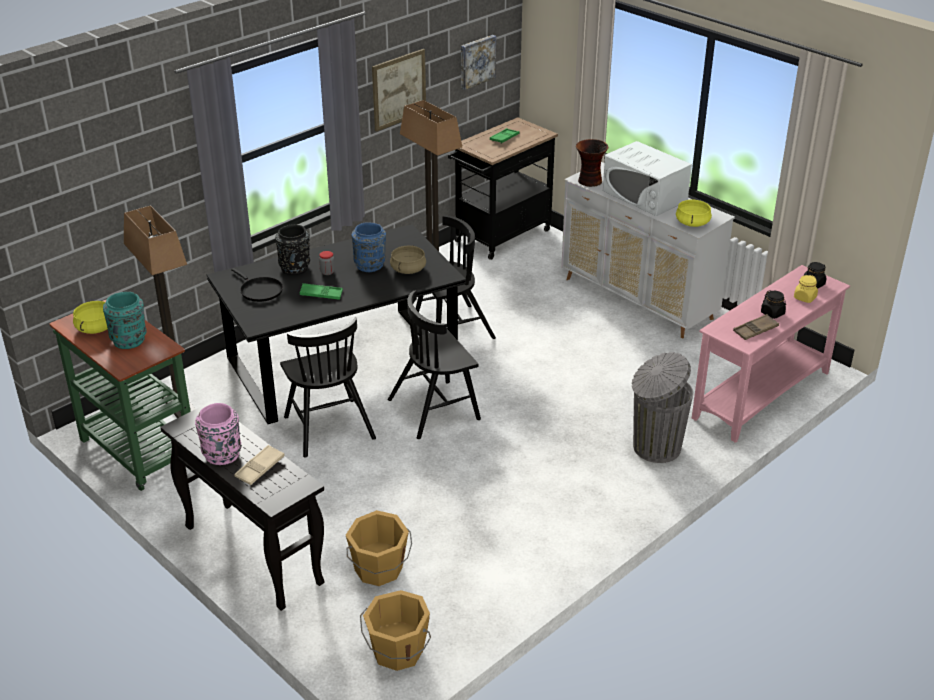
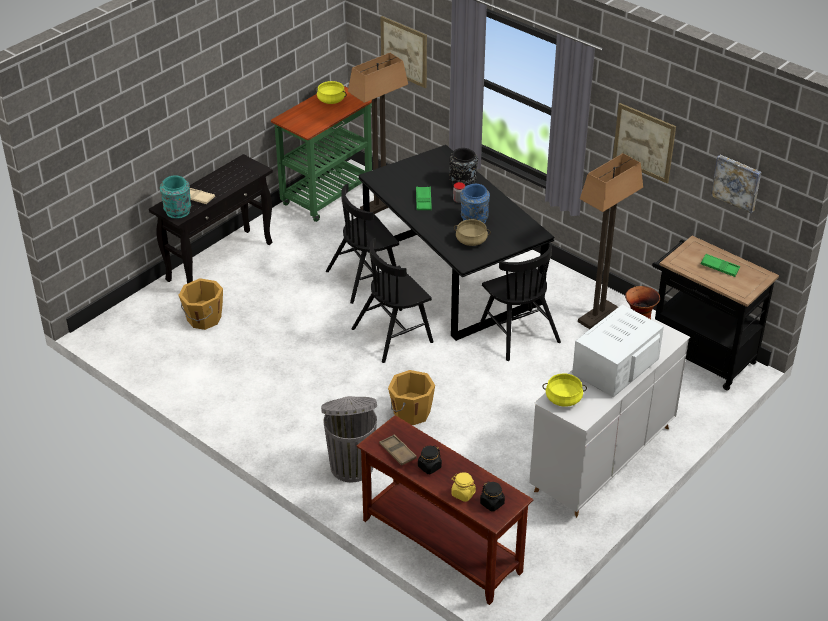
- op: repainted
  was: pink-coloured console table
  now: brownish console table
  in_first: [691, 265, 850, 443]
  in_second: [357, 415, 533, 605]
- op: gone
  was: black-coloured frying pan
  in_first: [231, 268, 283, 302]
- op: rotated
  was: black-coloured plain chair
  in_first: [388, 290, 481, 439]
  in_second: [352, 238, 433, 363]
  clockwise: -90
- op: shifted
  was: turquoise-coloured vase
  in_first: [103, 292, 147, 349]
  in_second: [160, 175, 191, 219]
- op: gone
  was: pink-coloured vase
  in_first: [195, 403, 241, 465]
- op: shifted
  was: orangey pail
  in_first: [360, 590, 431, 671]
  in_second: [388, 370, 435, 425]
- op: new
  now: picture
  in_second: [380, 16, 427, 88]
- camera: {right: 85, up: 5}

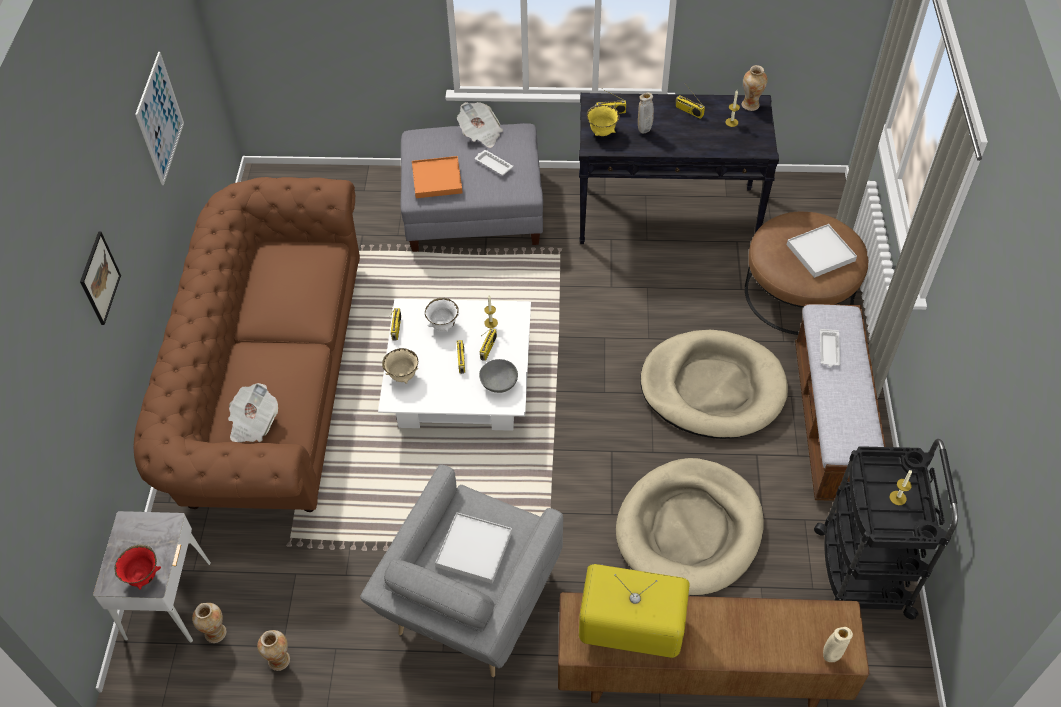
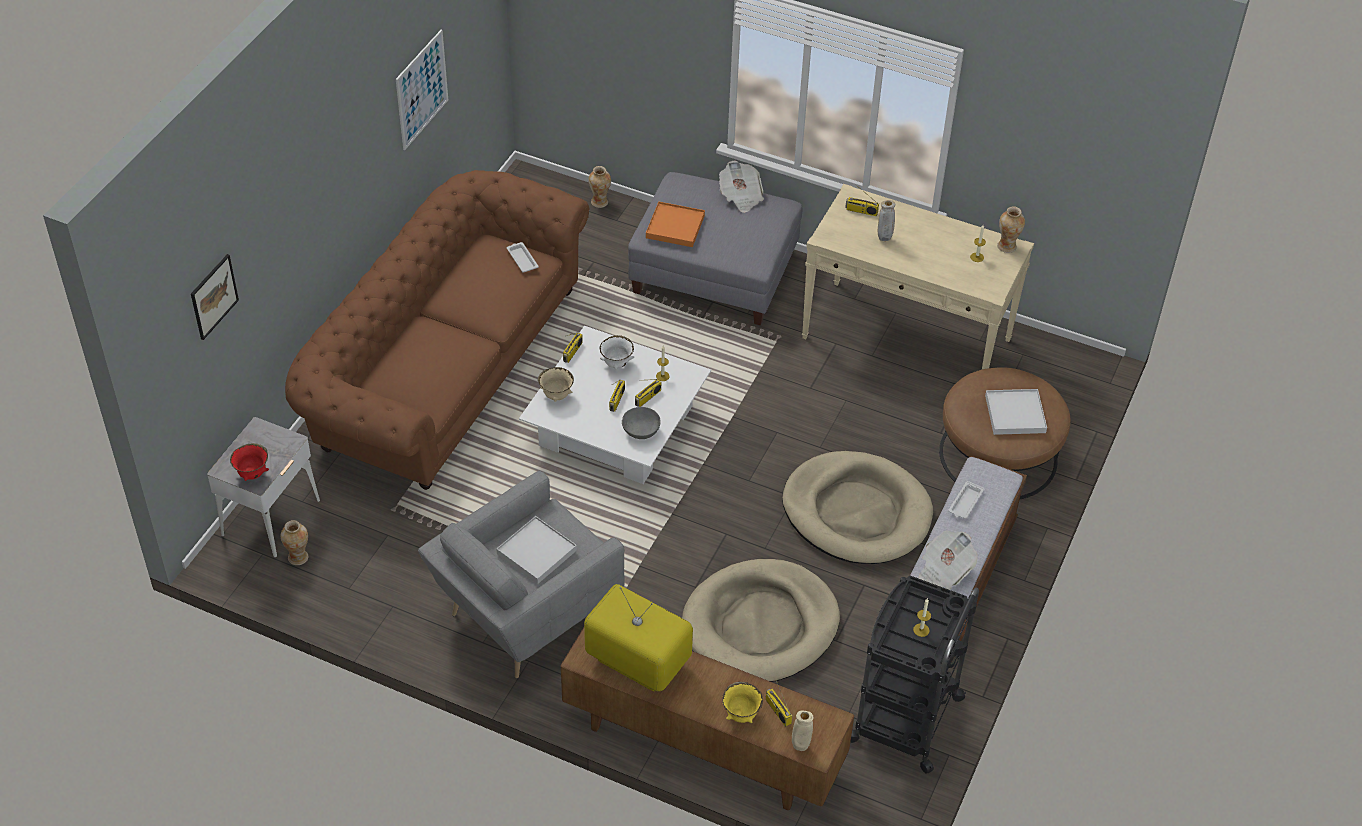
- op: shifted
  was: radio receiver
  in_first: [675, 86, 705, 119]
  in_second: [766, 681, 792, 727]
- op: repainted
  was: black-coloured console table
  now: beige-coloured console table
  in_first: [579, 93, 779, 244]
  in_second: [802, 184, 1034, 369]
- op: shifted
  was: yellow-coloured deep dish
  in_first: [587, 105, 620, 136]
  in_second: [722, 682, 763, 723]
- op: shifted
  was: whitish tray
  in_first: [475, 150, 513, 175]
  in_second: [507, 242, 539, 273]
- op: shifted
  was: picture
  in_first: [80, 232, 121, 325]
  in_second: [191, 254, 239, 340]
- op: shifted
  was: printed paper
  in_first: [228, 383, 278, 442]
  in_second: [919, 530, 978, 590]
- op: shifted
  was: vase
  in_first: [257, 630, 290, 671]
  in_second: [588, 166, 611, 208]
- camera: {right: 20, up: -5}

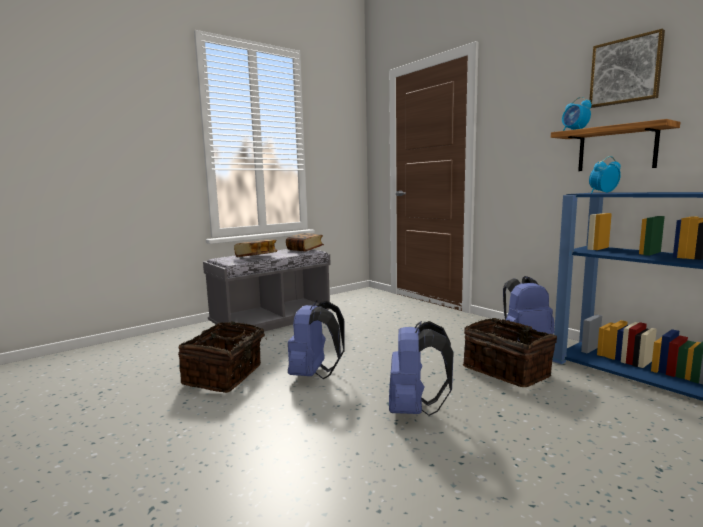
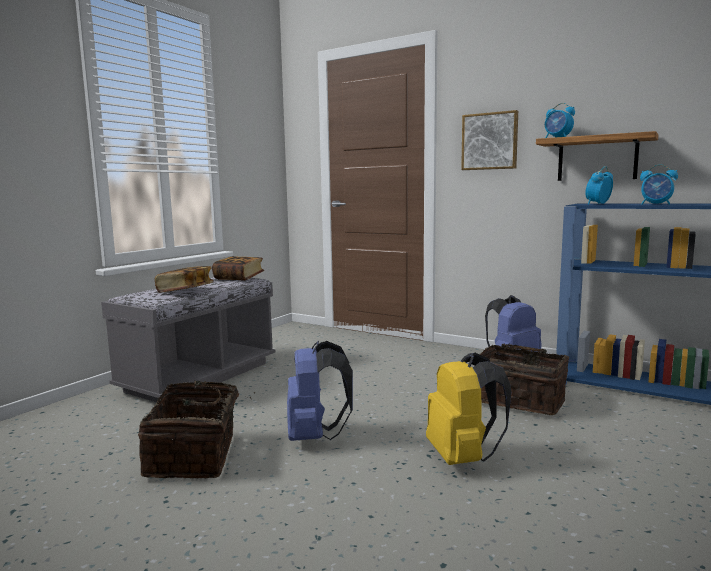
- op: shifted
  was: picture
  in_first: [589, 29, 665, 108]
  in_second: [461, 110, 518, 170]
- op: repainted
  was: bluish knapsack
  now: yellow-coloured knapsack
  in_first: [389, 321, 454, 416]
  in_second: [426, 353, 512, 465]
- op: new
  now: table clock
  in_second: [640, 164, 678, 205]
- camera: {right: -20, up: 0}

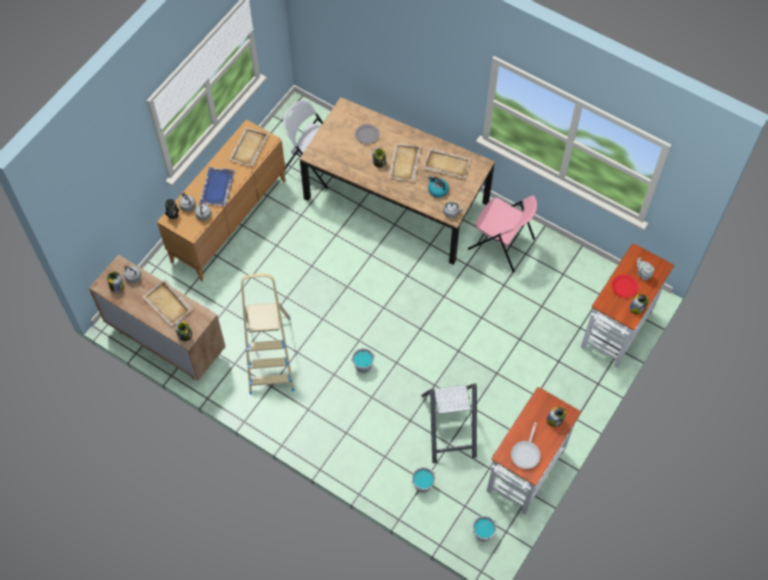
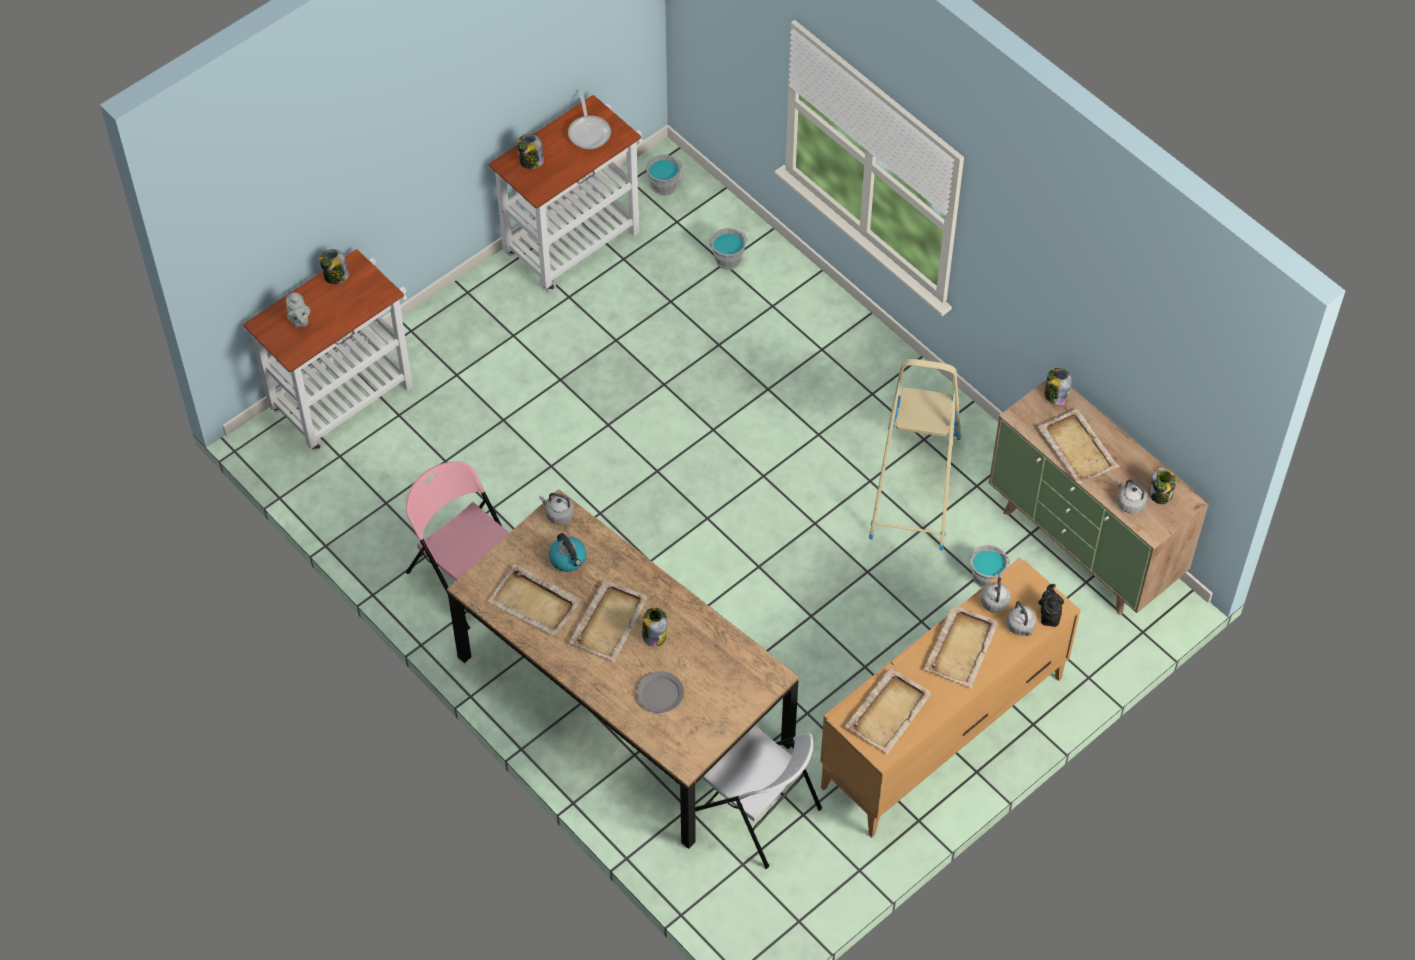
- op: repainted
  was: bluish tray
  now: beige-coloured tray
  in_first: [200, 167, 235, 206]
  in_second: [924, 605, 999, 688]
- op: gone
  was: red-coloured dinner plate
  in_first: [612, 274, 639, 298]
- op: shifted
  was: greyish pail
  in_first: [352, 348, 375, 373]
  in_second: [969, 545, 1010, 588]
- op: gone
  was: greyish stepladder
  in_first: [421, 383, 477, 463]
- op: rotated
  was: frying pan
  in_first: [511, 423, 541, 469]
  in_second: [568, 91, 611, 149]
  clockwise: 135
- camera: {right: -165, up: -5}

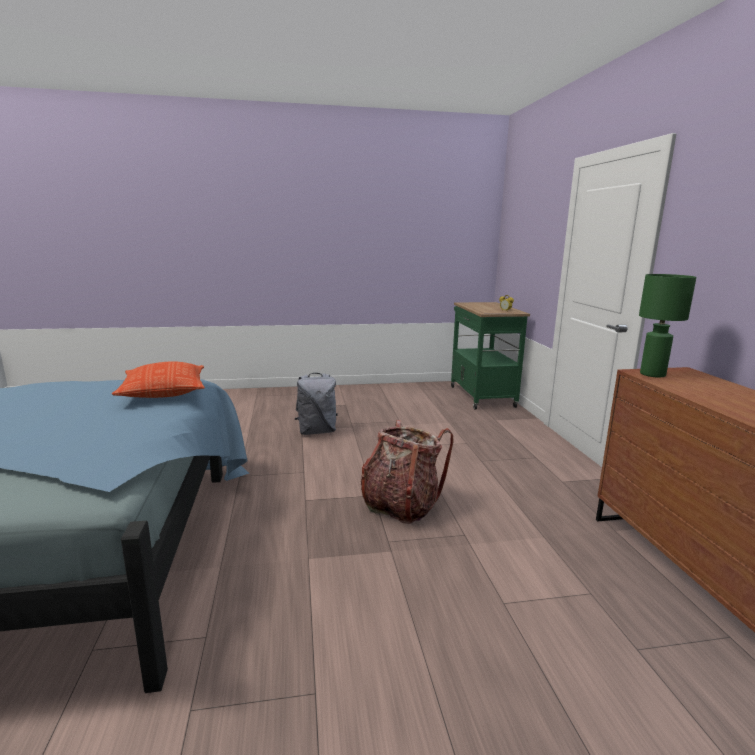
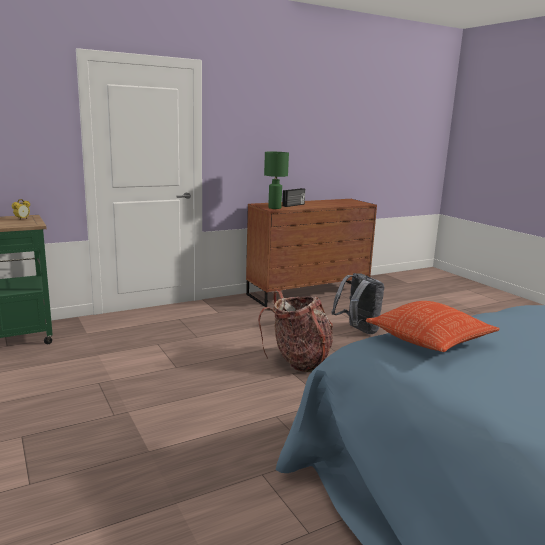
- op: shifted
  was: greyish knapsack
  in_first: [295, 373, 338, 435]
  in_second: [331, 273, 384, 334]
- op: new
  now: radio receiver
  in_second: [282, 188, 305, 207]
- camera: {right: -110, up: 0}

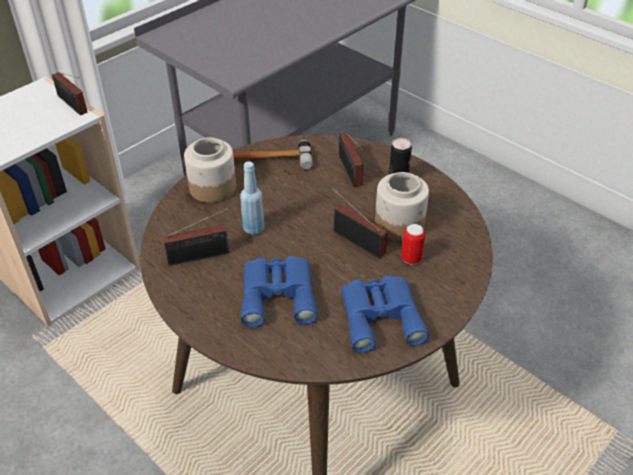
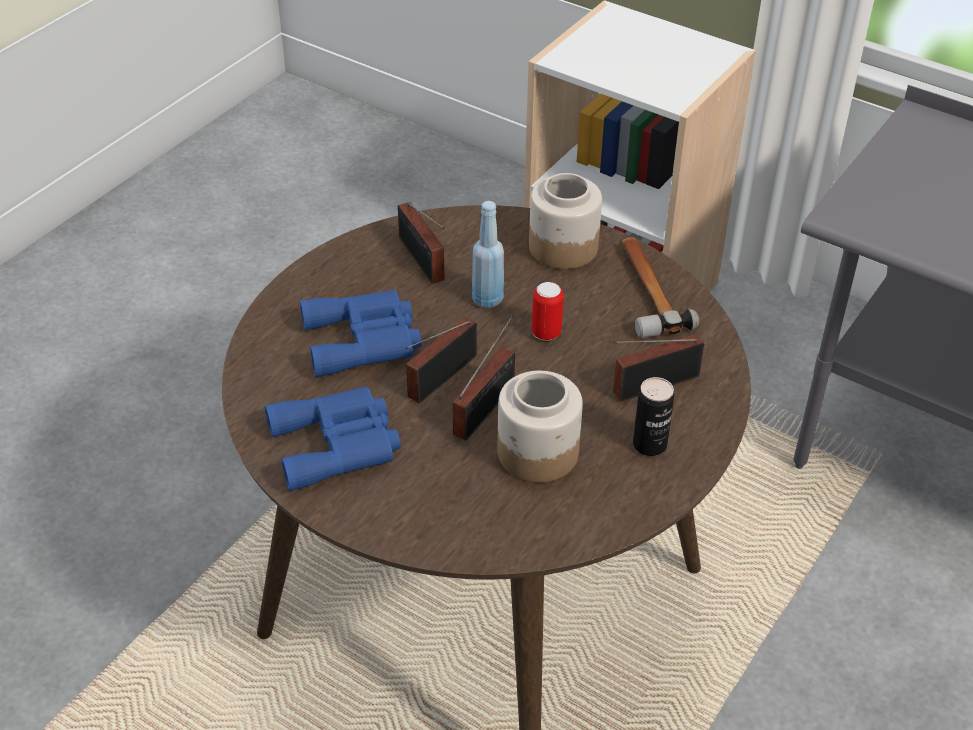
- op: shifted
  was: radio receiver
  in_first: [52, 72, 88, 115]
  in_second: [405, 317, 477, 404]
- op: shifted
  was: metal can
  in_first: [401, 224, 426, 265]
  in_second: [532, 282, 564, 341]
- camera: {right: 80, up: 0}

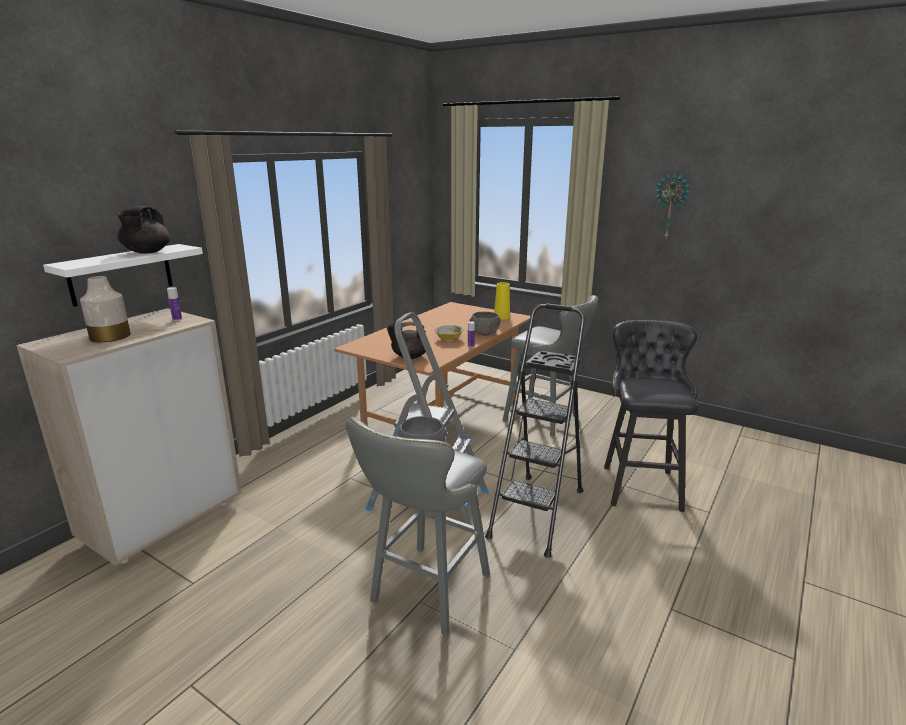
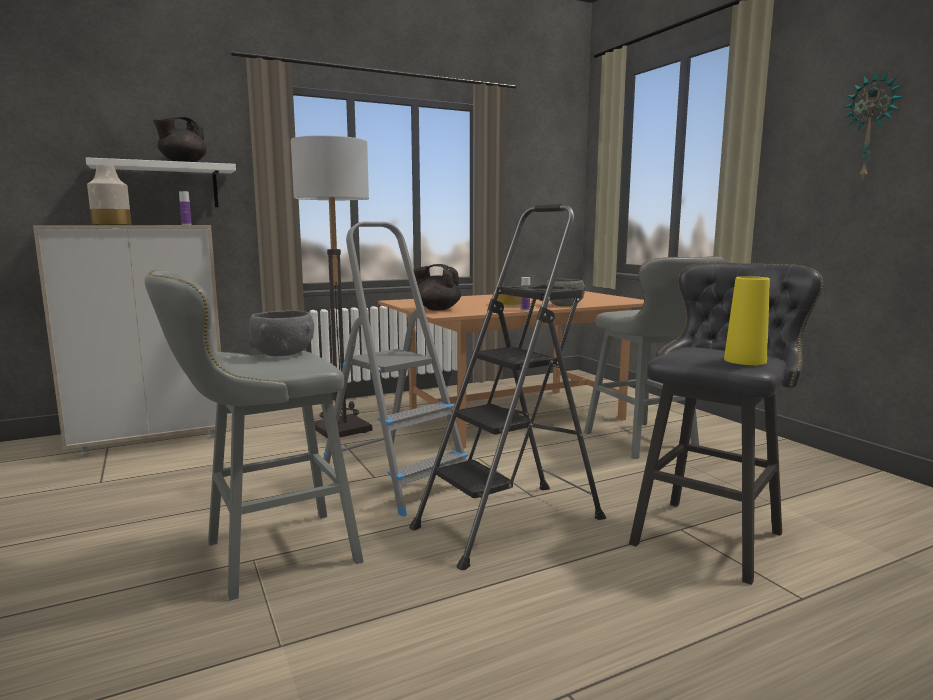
- op: shifted
  was: yellow-coloured vase
  in_first: [494, 282, 510, 320]
  in_second: [724, 276, 770, 365]
- op: new
  now: floor lamp
  in_second: [291, 135, 372, 439]
- camera: {right: 30, up: -10}

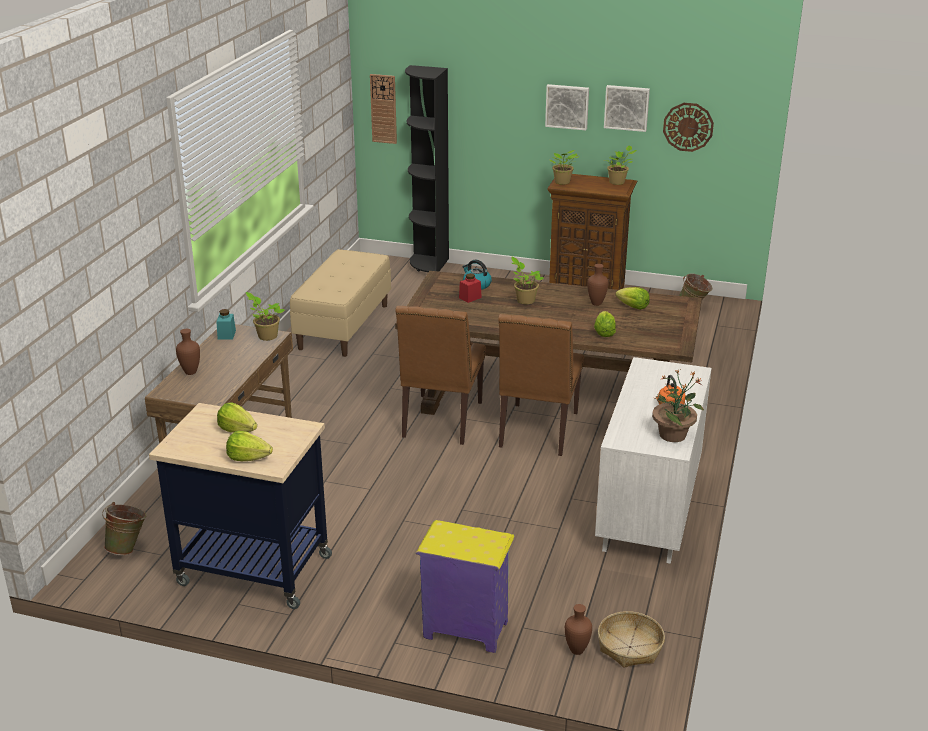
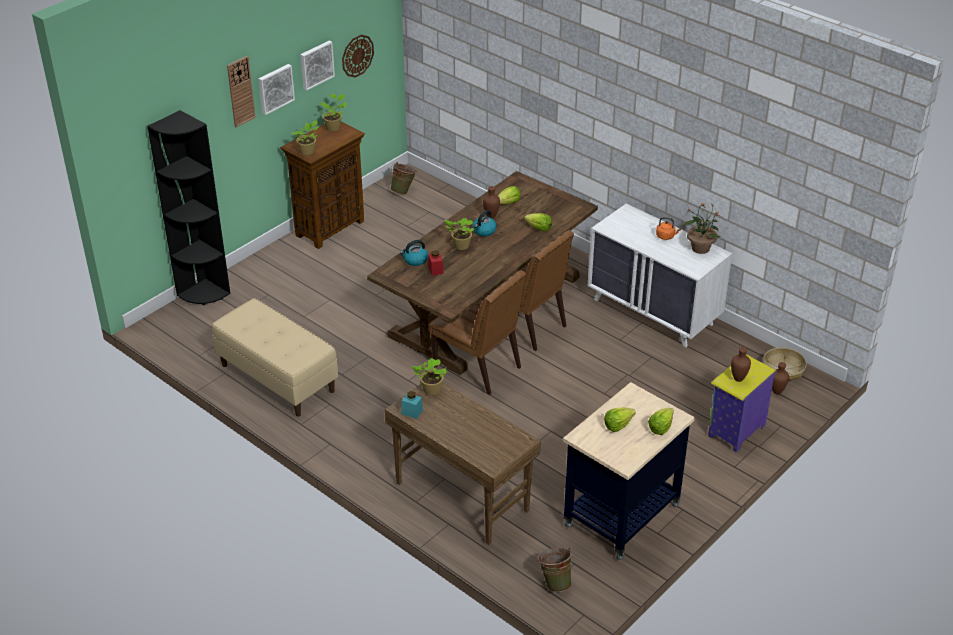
- op: shifted
  was: clock on the wall
  in_first: [370, 74, 397, 144]
  in_second: [227, 56, 256, 127]
- op: shifted
  was: brownish vase
  in_first: [176, 329, 200, 375]
  in_second: [731, 347, 751, 382]
- op: new
  now: water kettle
  in_second: [472, 210, 497, 236]
- camera: {right: -65, up: 10}

